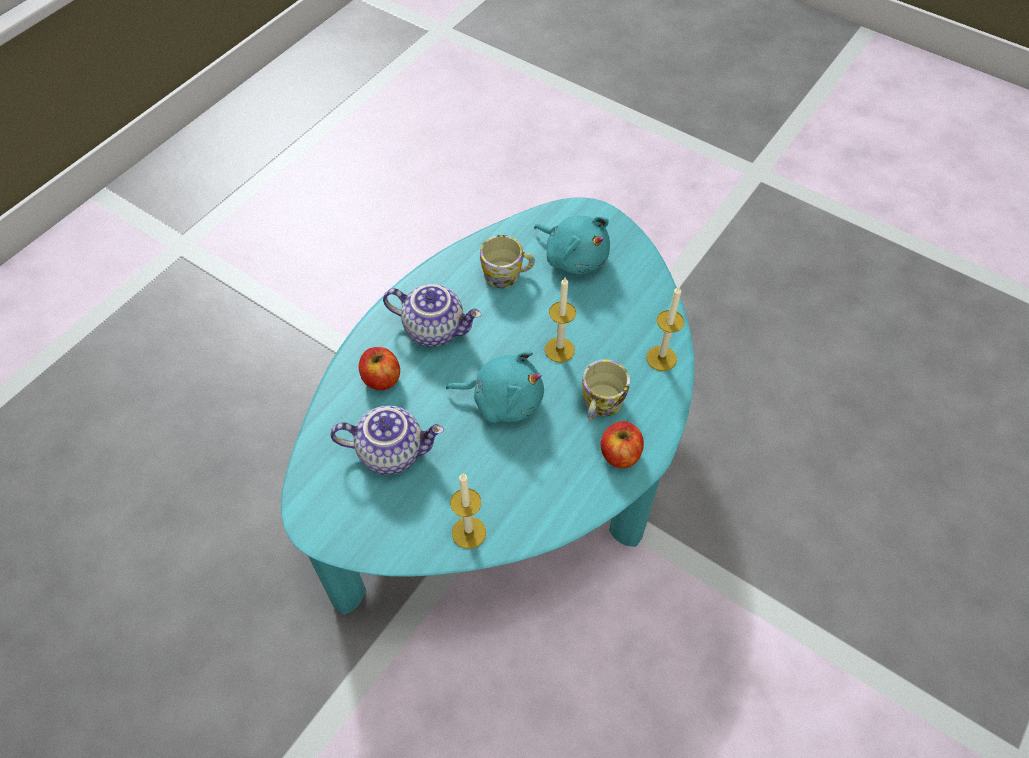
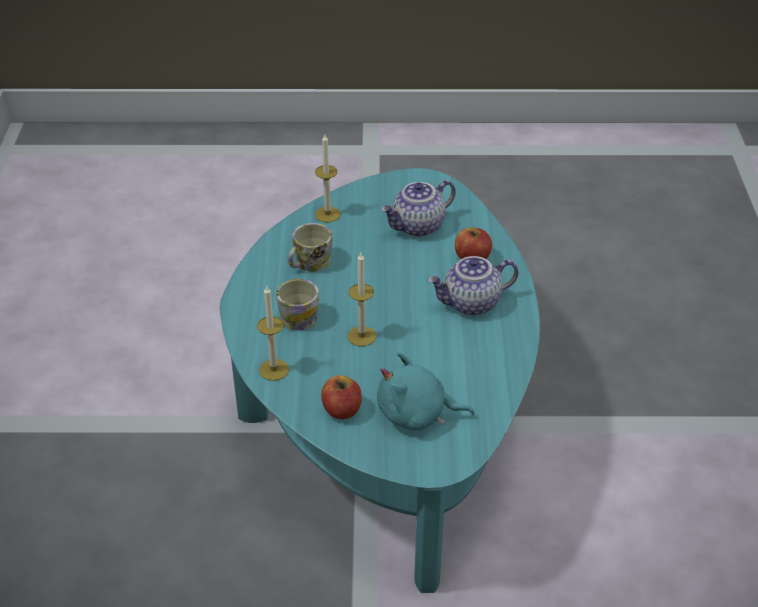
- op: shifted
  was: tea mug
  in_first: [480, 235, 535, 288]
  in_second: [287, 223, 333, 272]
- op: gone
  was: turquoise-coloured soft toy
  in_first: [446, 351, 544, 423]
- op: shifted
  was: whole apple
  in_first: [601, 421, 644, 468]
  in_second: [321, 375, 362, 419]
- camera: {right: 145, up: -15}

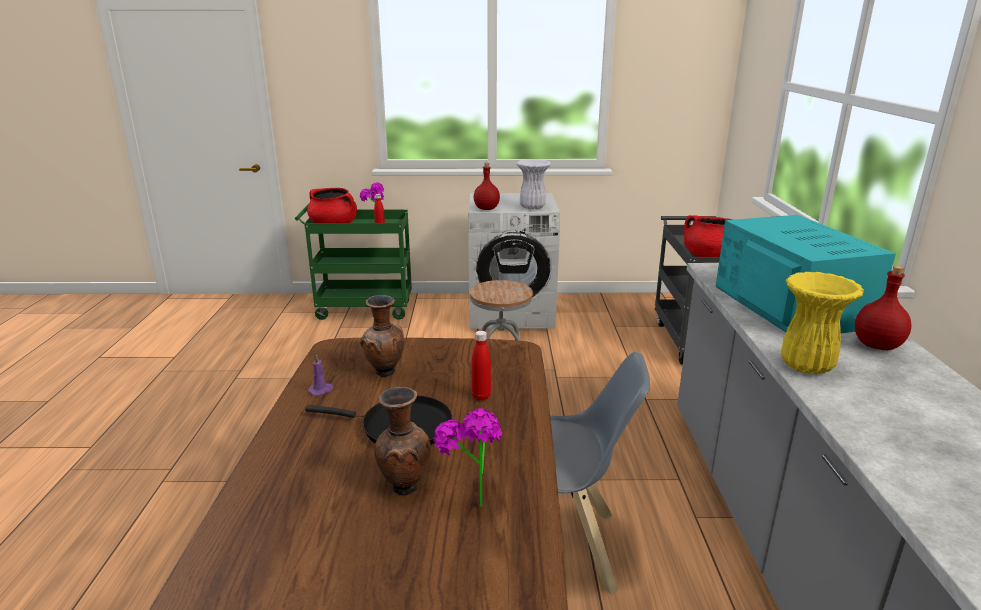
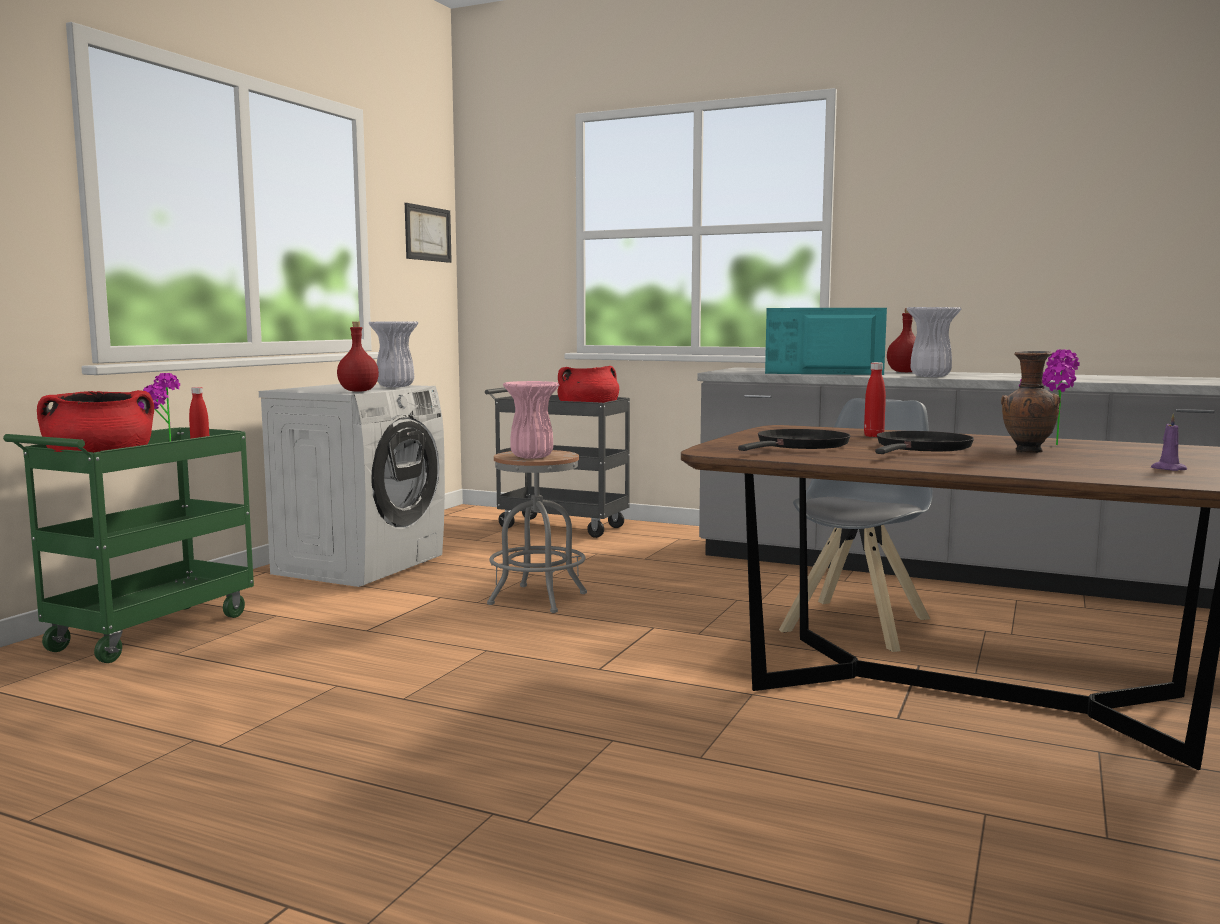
- op: repainted
  was: yellow-coloured vase
  now: whitish vase
  in_first: [781, 272, 864, 374]
  in_second: [907, 307, 962, 377]
- op: swapped
  was: brownish vase
  now: black-coloured frying pan
  in_first: [360, 295, 404, 377]
  in_second: [738, 429, 851, 451]
- op: shifted
  was: purplish wax light
  in_first: [308, 354, 333, 396]
  in_second: [1151, 414, 1187, 471]
- op: new
  now: picture
  in_second: [405, 203, 452, 263]
- op: new
  now: pink-coloured vase
  in_second: [503, 381, 559, 459]
- camera: {right: -65, up: -15}

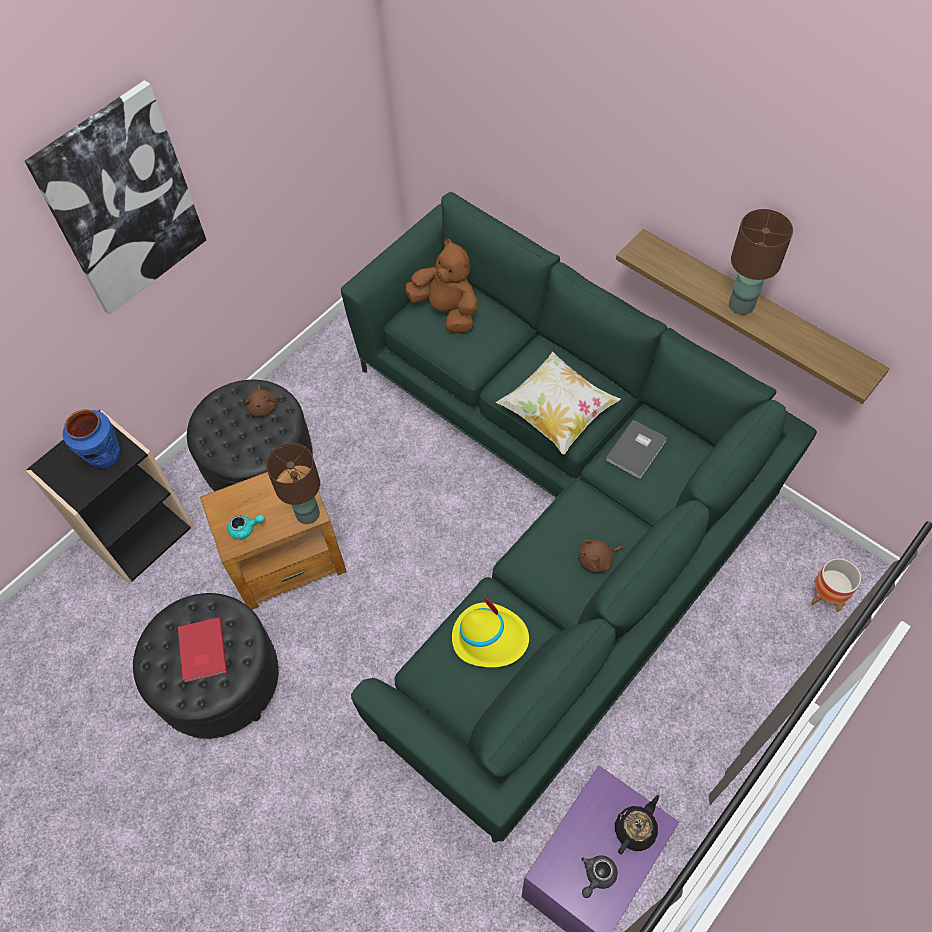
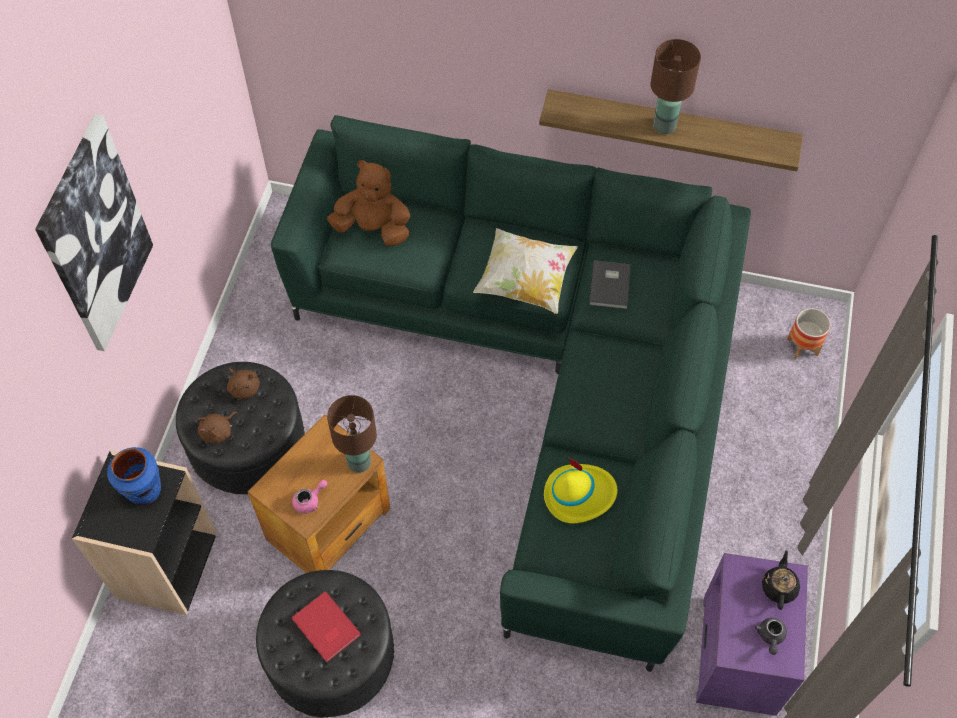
- op: repainted
  was: turquoise-coloured teapot
  now: pink-coloured teapot
  in_first: [228, 515, 265, 540]
  in_second: [292, 480, 327, 514]
- op: shifted
  was: brownish soft toy
  in_first: [579, 539, 624, 573]
  in_second: [197, 412, 237, 443]
- camera: {right: -30, up: 0}

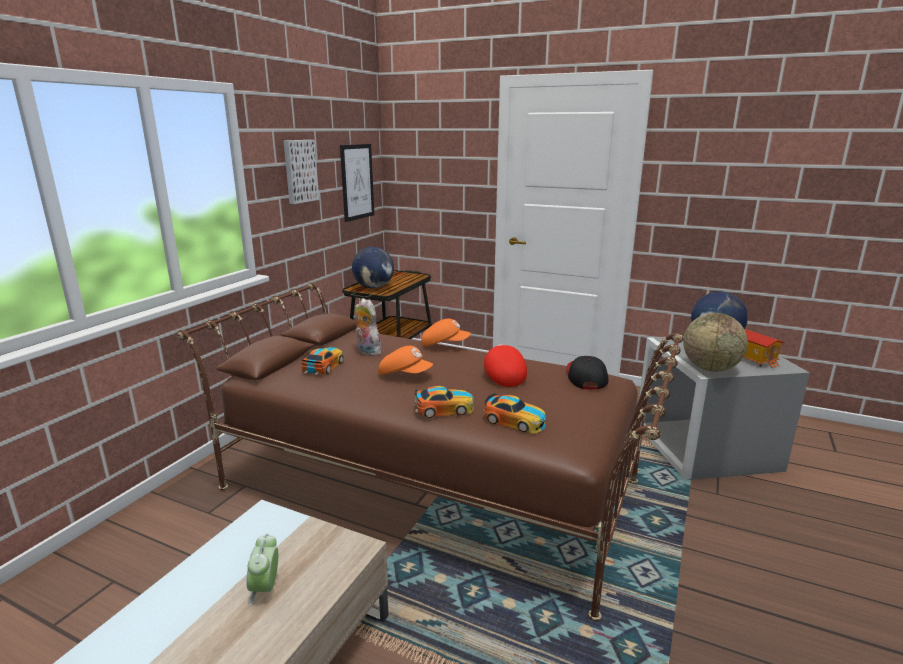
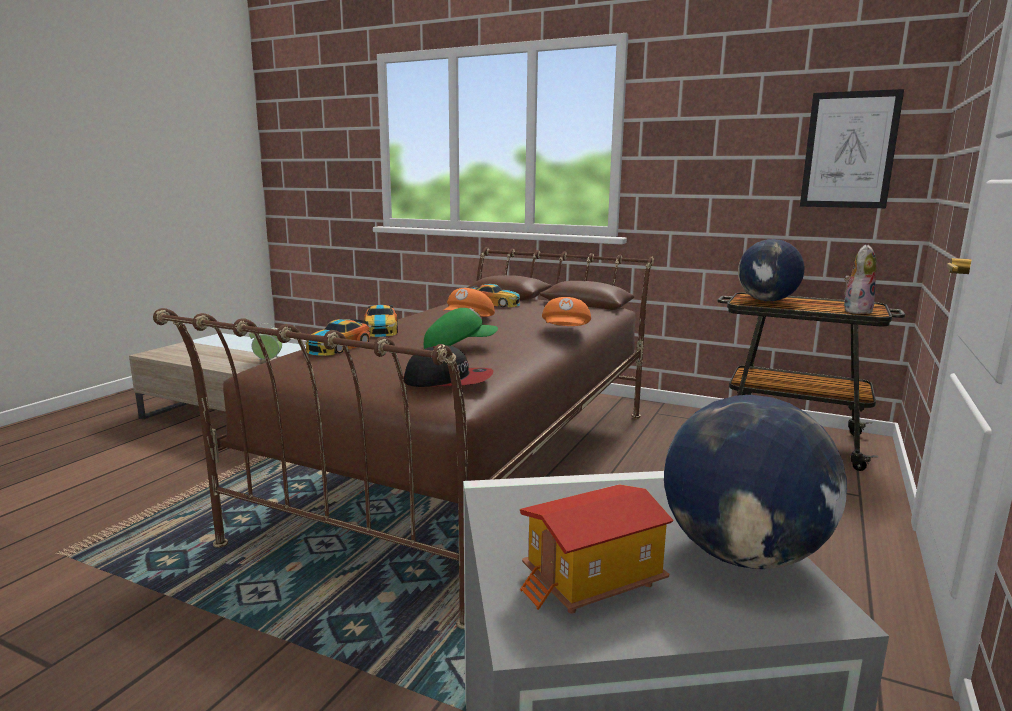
- op: gone
  was: picture
  in_first: [283, 140, 319, 204]
- op: shifted
  was: soft toy
  in_first: [355, 298, 381, 356]
  in_second: [844, 245, 877, 314]
- op: gone
  was: desk globe
  in_first: [683, 313, 748, 372]
- op: repainted
  was: red-coloured cap
  now: greenish cap
  in_first: [484, 344, 527, 387]
  in_second: [424, 308, 498, 349]
- camera: {right: 90, up: -5}

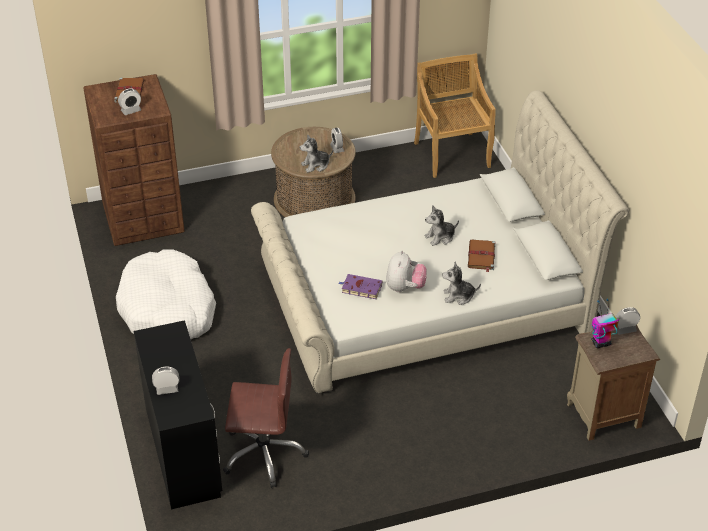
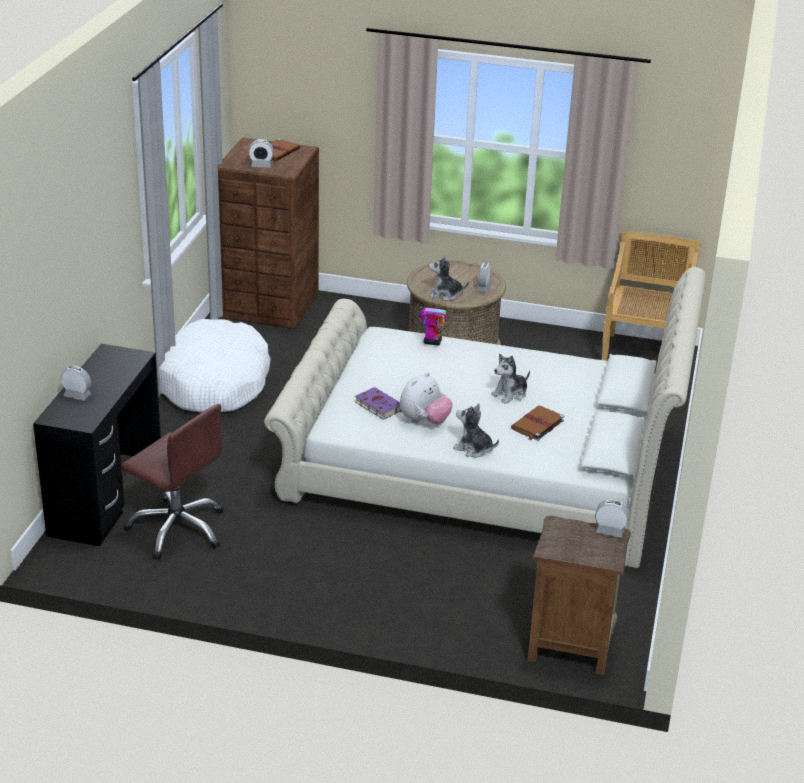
- op: rotated
  was: soft toy
  in_first: [425, 205, 459, 246]
  in_second: [491, 354, 530, 404]
  clockwise: -45
- op: shifted
  was: toy robot
  in_first: [592, 299, 619, 348]
  in_second: [419, 292, 448, 346]
- camera: {right: 30, up: -10}

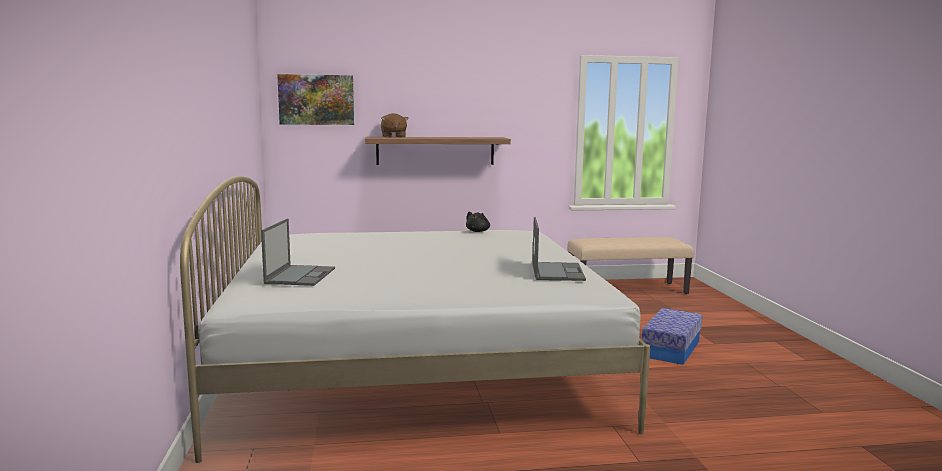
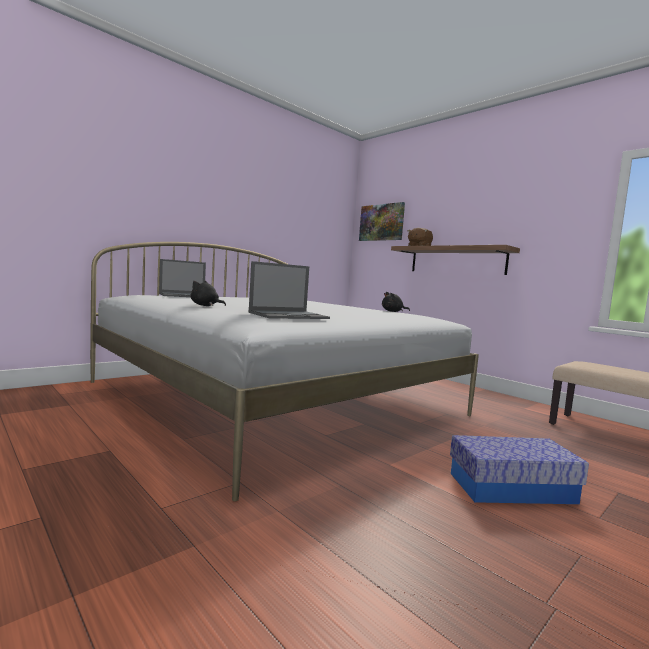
- op: new
  now: black-coloured soft toy
  in_second: [190, 281, 226, 306]
- camera: {right: 55, up: -5}

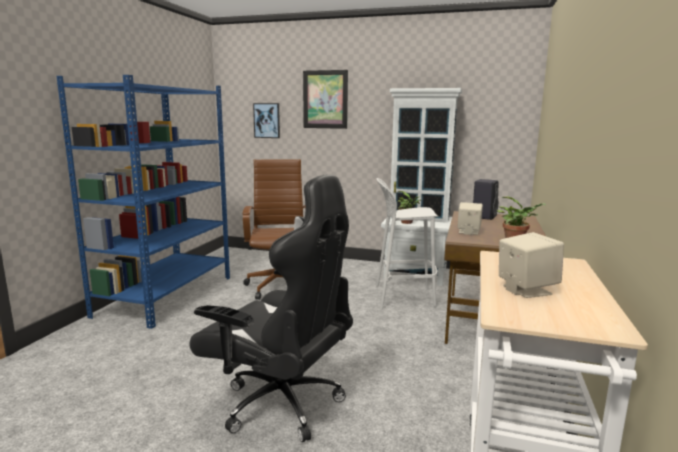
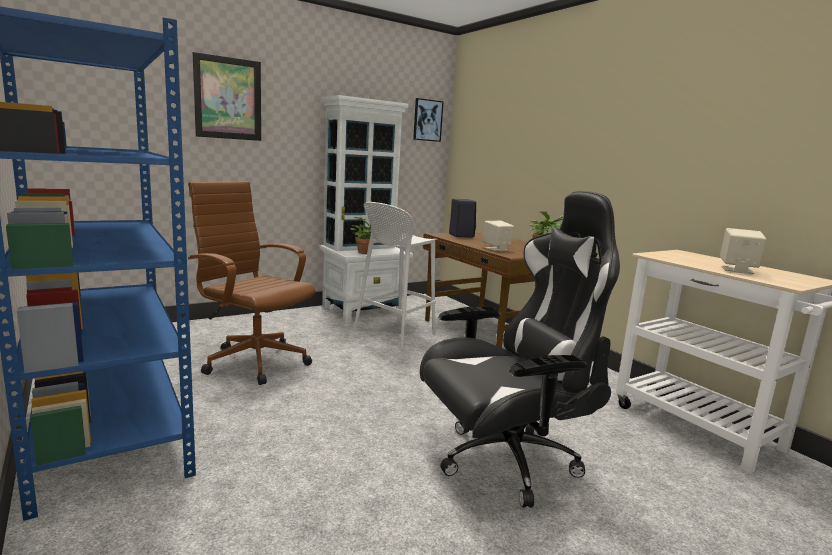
- op: shifted
  was: picture
  in_first: [253, 103, 280, 138]
  in_second: [413, 98, 444, 142]
- camera: {right: -50, up: 0}

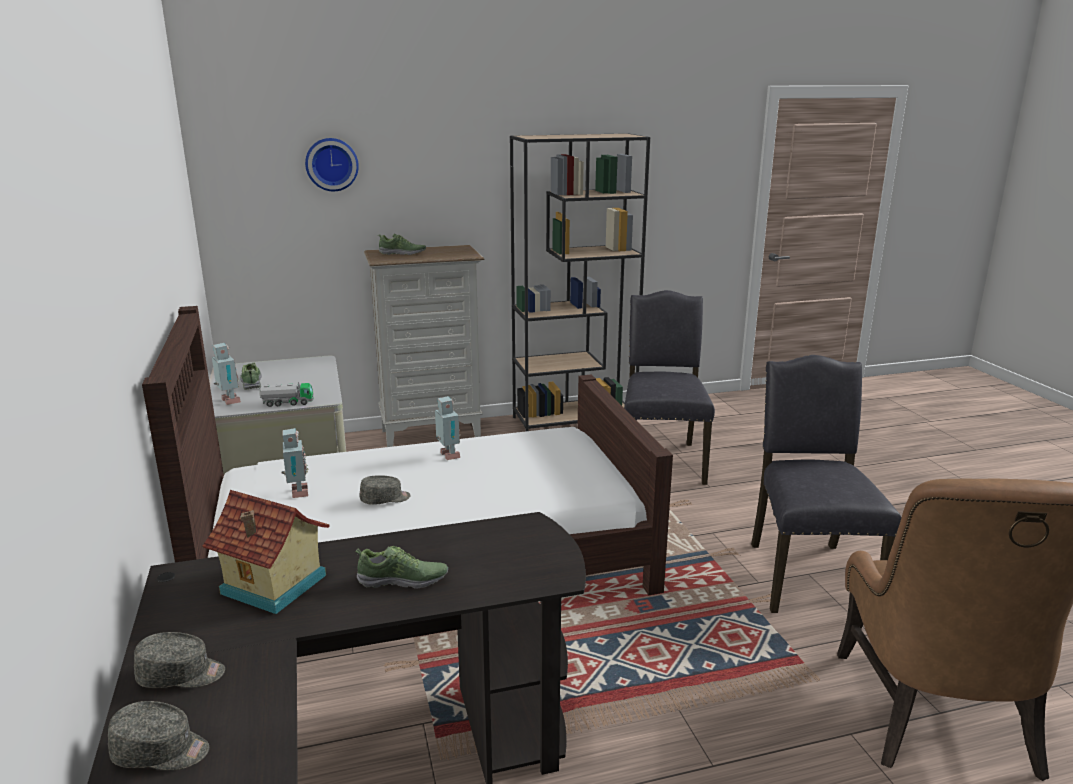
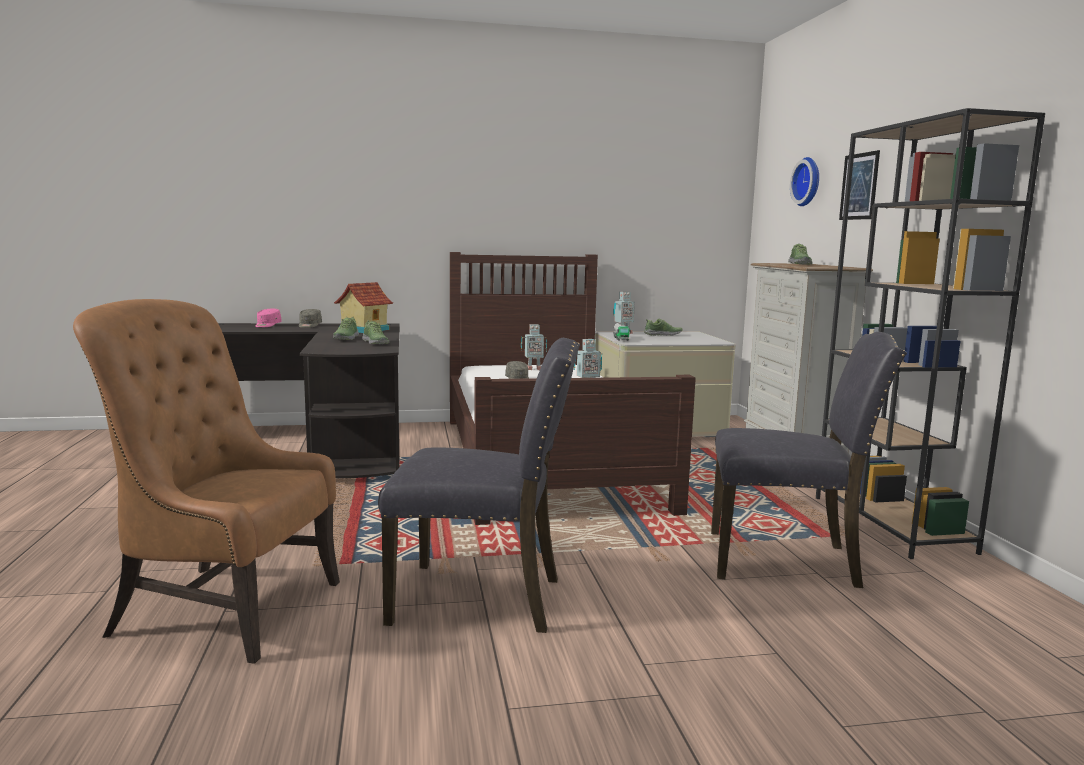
- op: repainted
  was: greyish cap
  now: pink-coloured cap
  in_first: [108, 701, 209, 770]
  in_second: [255, 309, 282, 327]
- op: new
  now: picture
  in_second: [839, 150, 880, 220]
- op: new
  now: item of footwear
  in_second: [362, 320, 389, 344]
- camera: {right: 95, up: -10}

